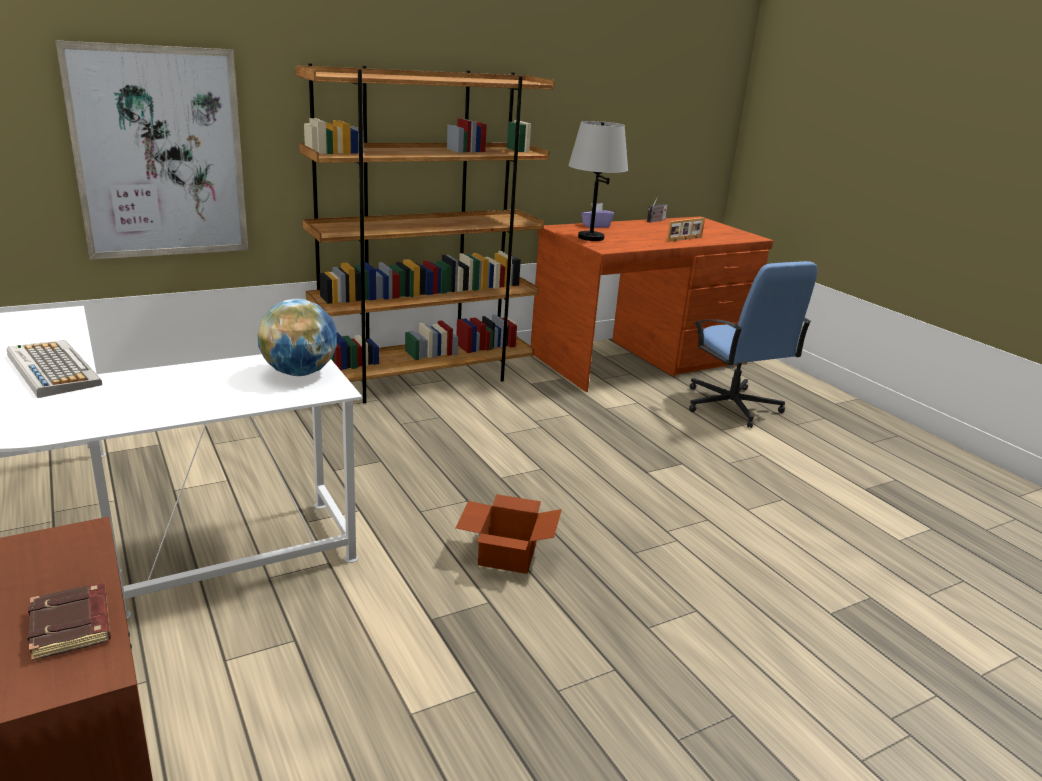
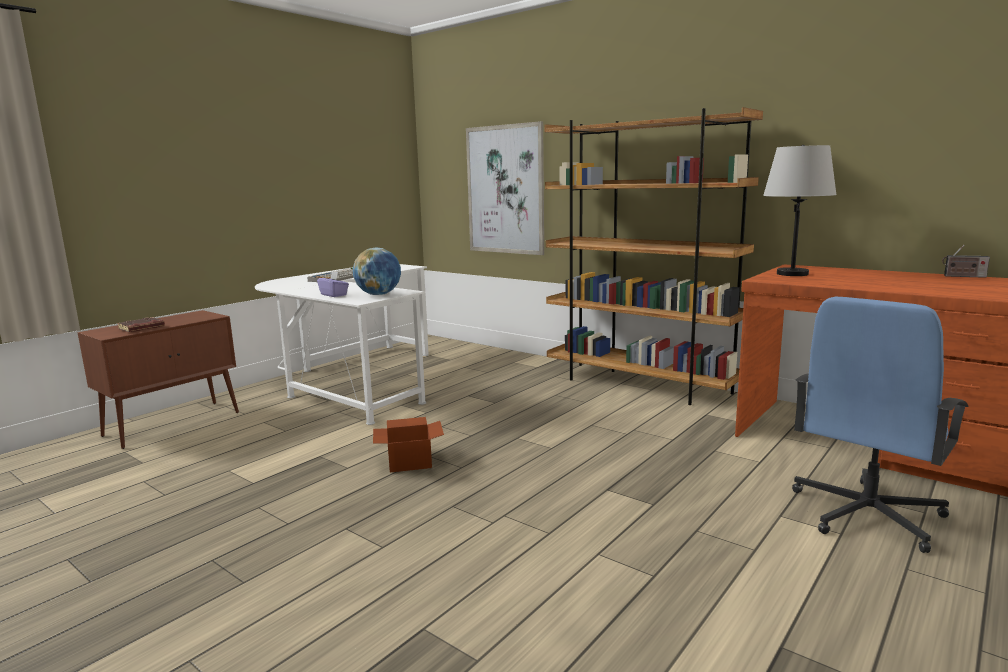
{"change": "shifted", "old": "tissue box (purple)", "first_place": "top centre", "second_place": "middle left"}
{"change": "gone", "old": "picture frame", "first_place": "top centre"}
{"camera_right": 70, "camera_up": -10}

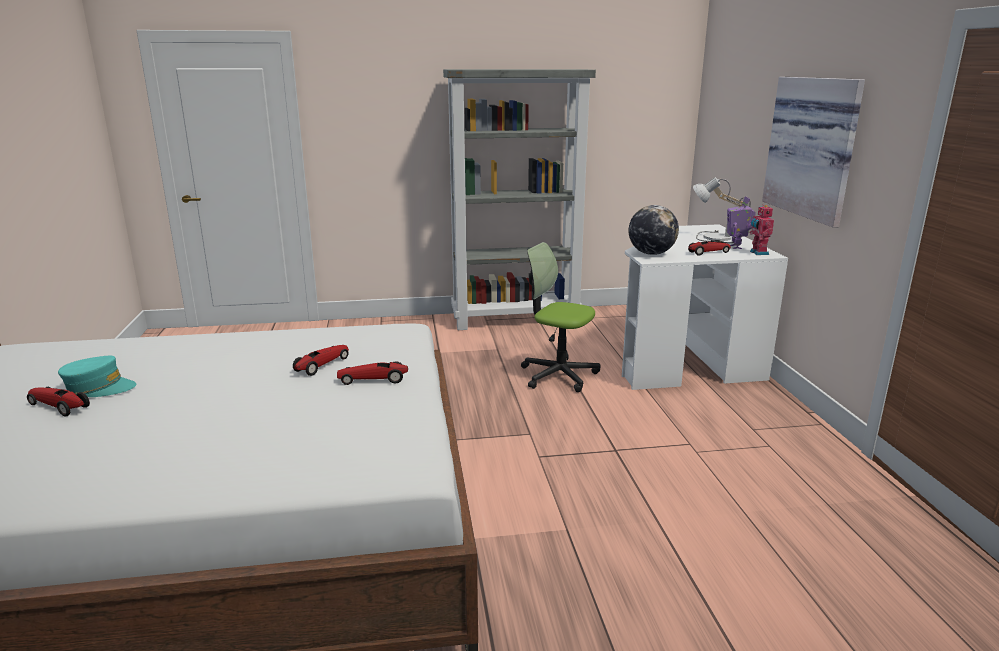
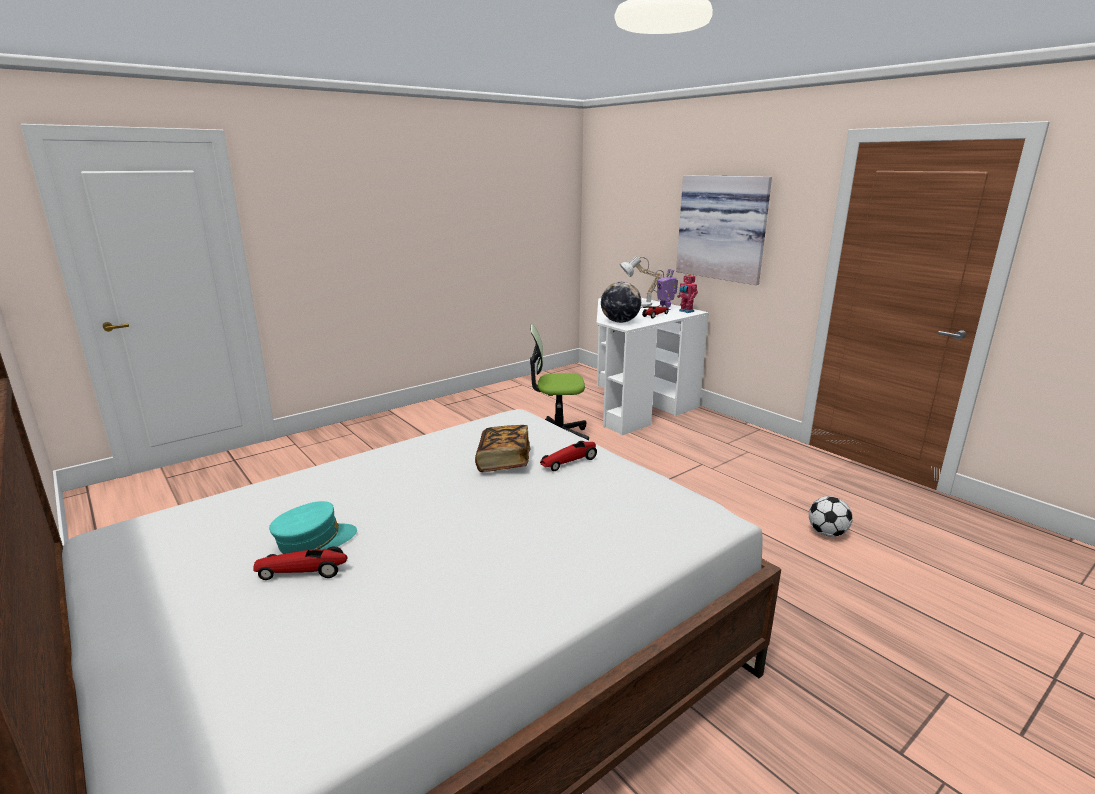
{"change": "swapped", "old": "toy car (no. 2 from left)", "new": "book", "first_place": "middle left", "second_place": "centre"}
{"change": "new", "new": "football", "second_place": "middle right"}
{"change": "gone", "old": "bookcase (grey)", "first_place": "top centre"}
{"camera_right": -30, "camera_up": 0}

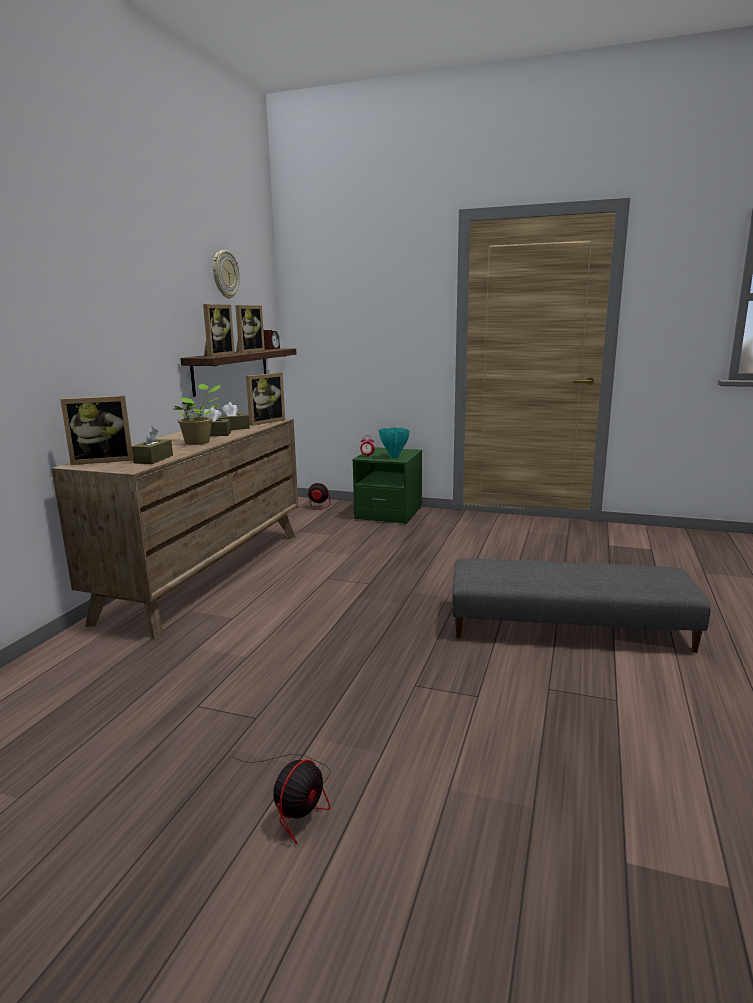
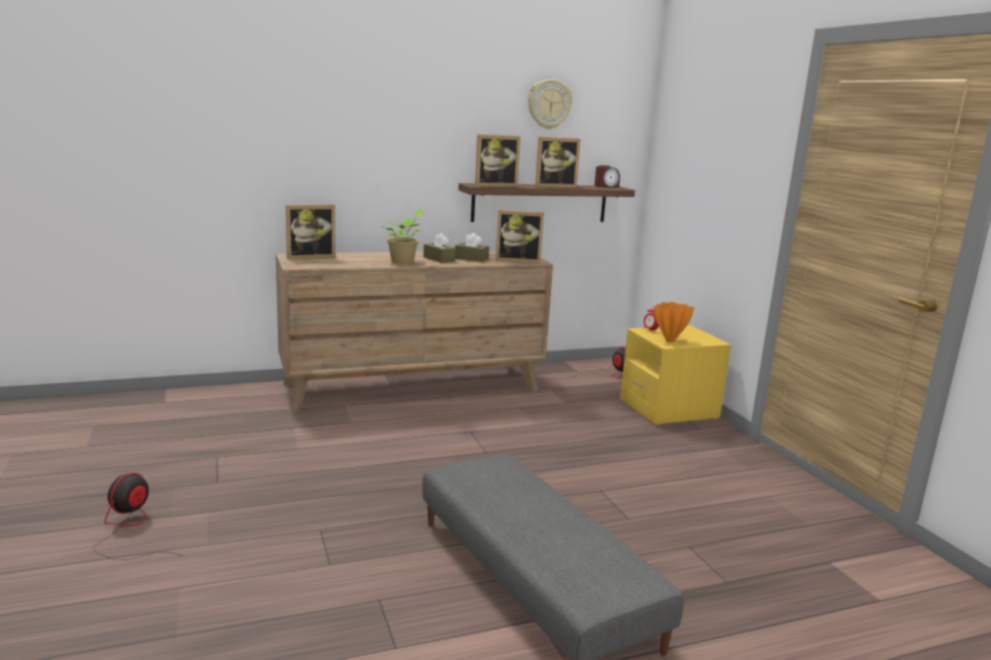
{"change": "rotated", "old": "fan (no. 1 from left)", "first_place": "bottom centre", "second_place": "bottom left", "degrees": 120}
{"change": "rotated", "old": "picture frame (no. 1 from left)", "first_place": "middle left", "second_place": "middle left", "degrees": -60}
{"change": "repainted", "old": "nightstand (green)", "new": "nightstand (yellow)", "first_place": "centre", "second_place": "middle right"}
{"change": "repainted", "old": "vase (turquoise)", "new": "vase (orange)", "first_place": "centre", "second_place": "middle right"}
{"change": "gone", "old": "tissue box (brown) (no. 1 from left)", "first_place": "middle left"}
{"camera_right": 50, "camera_up": 0}

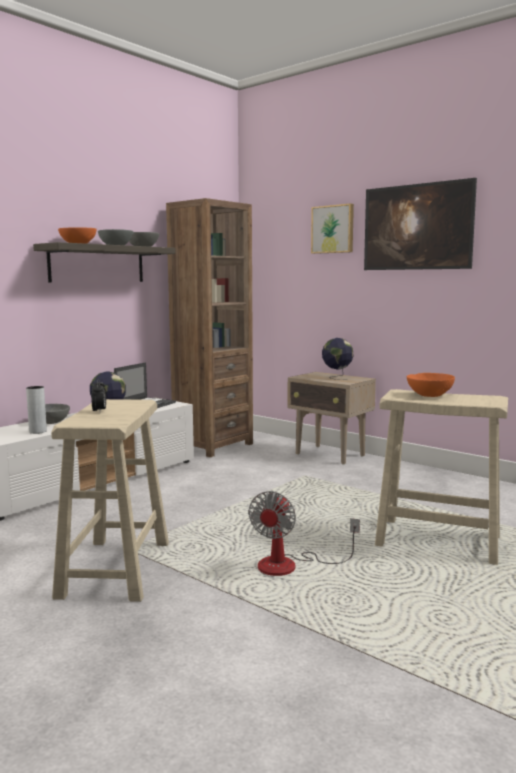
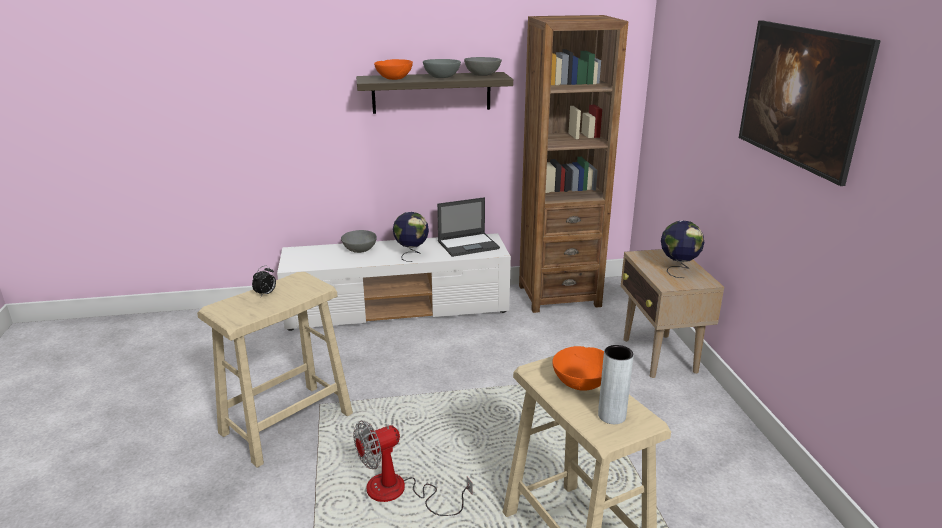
{"change": "shifted", "old": "vase (grey)", "first_place": "middle left", "second_place": "bottom centre"}
{"change": "gone", "old": "picture (no. 1 from left)", "first_place": "top centre"}
{"camera_right": 40, "camera_up": 15}

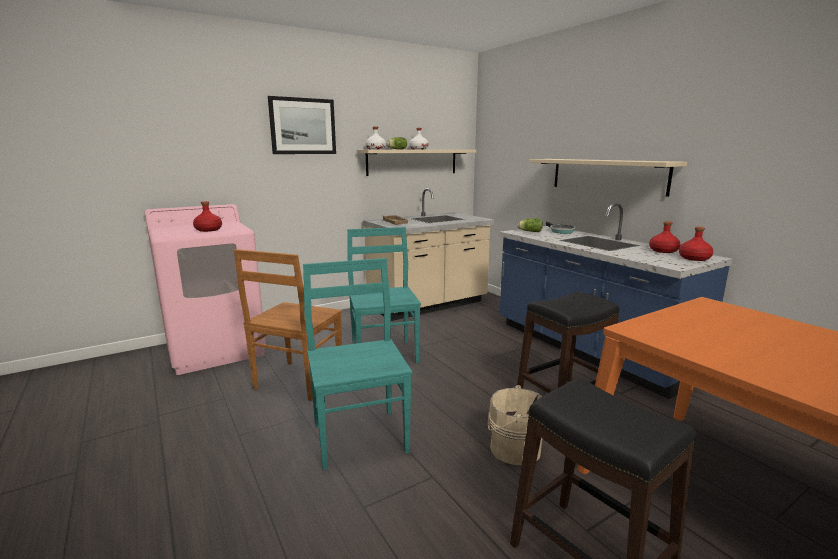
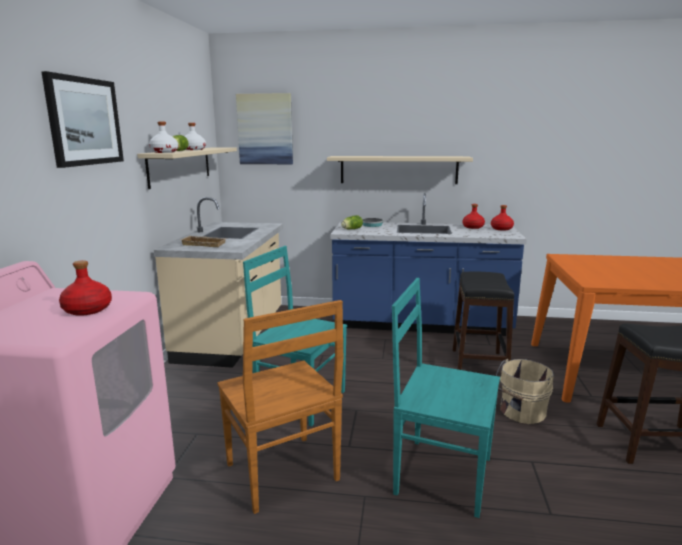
{"change": "new", "new": "picture (no. 2 from left)", "second_place": "top centre"}
{"camera_right": -50, "camera_up": 0}

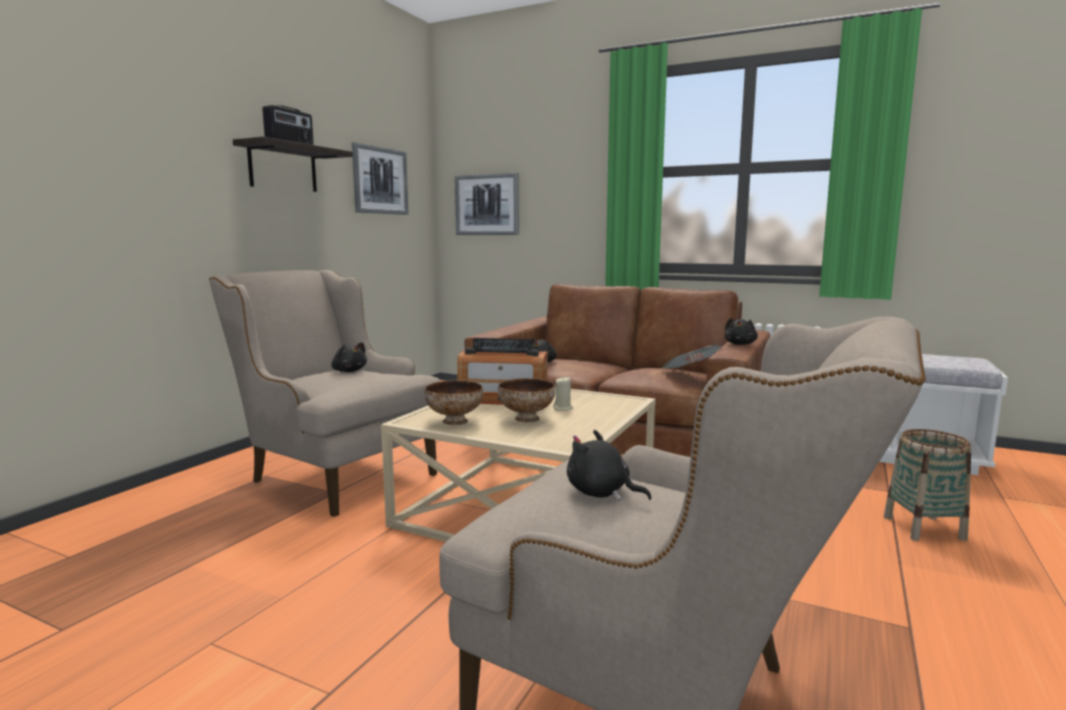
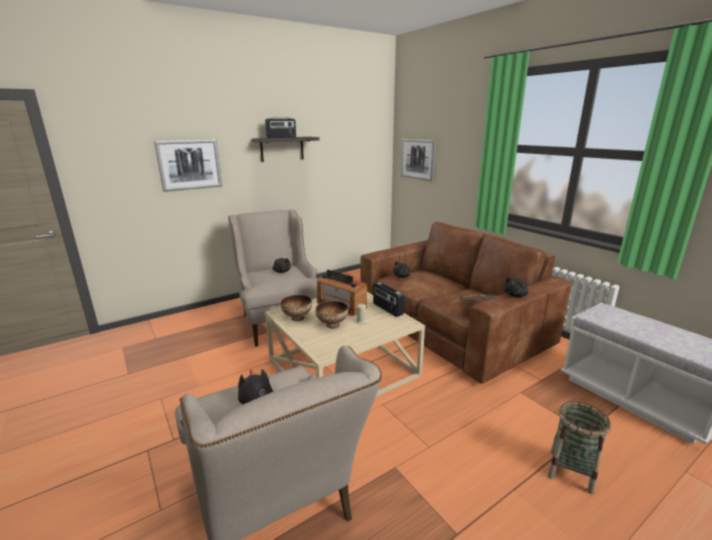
{"change": "shifted", "old": "picture (no. 1 from left)", "first_place": "top centre", "second_place": "top left"}
{"change": "new", "new": "radio (no. 3 from left)", "second_place": "centre"}
{"camera_right": 30, "camera_up": 10}

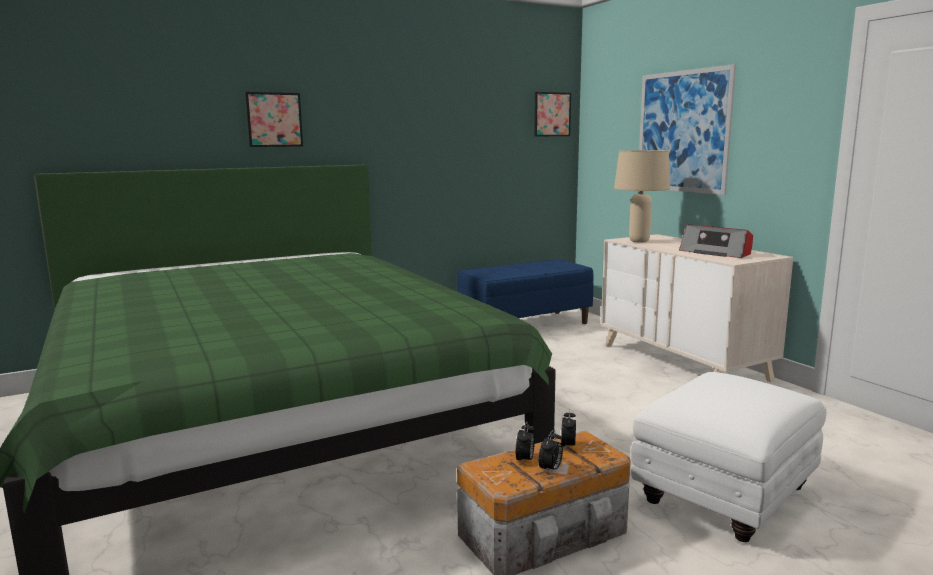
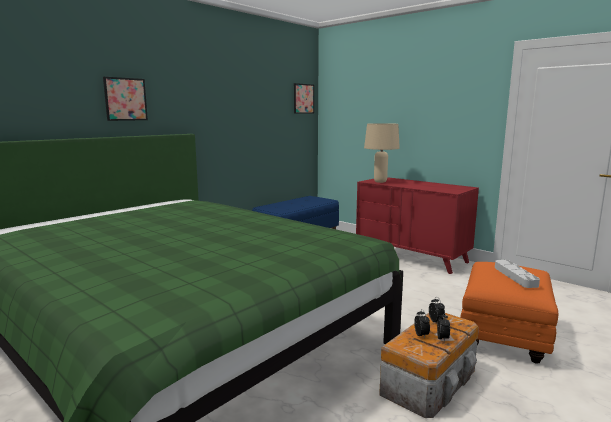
{"change": "repainted", "old": "dresser (beige)", "new": "dresser (red)", "first_place": "middle right", "second_place": "middle right"}
{"change": "repainted", "old": "ottoman (white)", "new": "ottoman (orange)", "first_place": "bottom right", "second_place": "bottom right"}
{"change": "new", "new": "tray (grey)", "second_place": "middle right"}
{"change": "gone", "old": "picture (no. 3 from left)", "first_place": "top right"}
{"change": "gone", "old": "radio", "first_place": "middle right"}
{"camera_right": -20, "camera_up": 0}

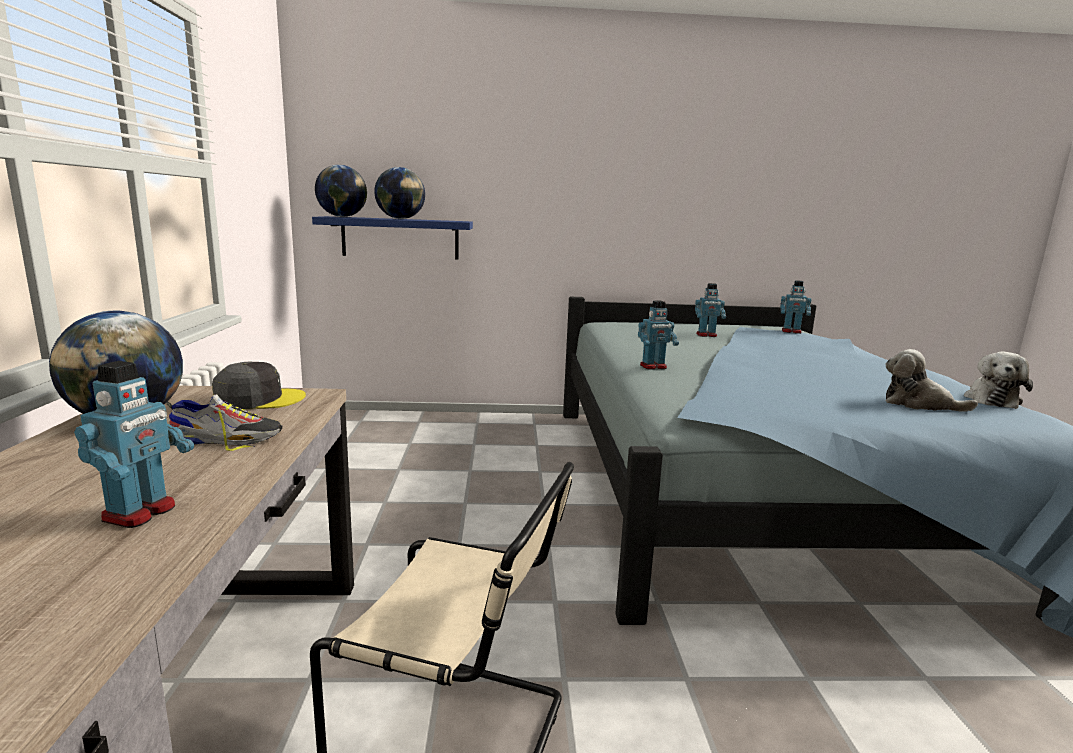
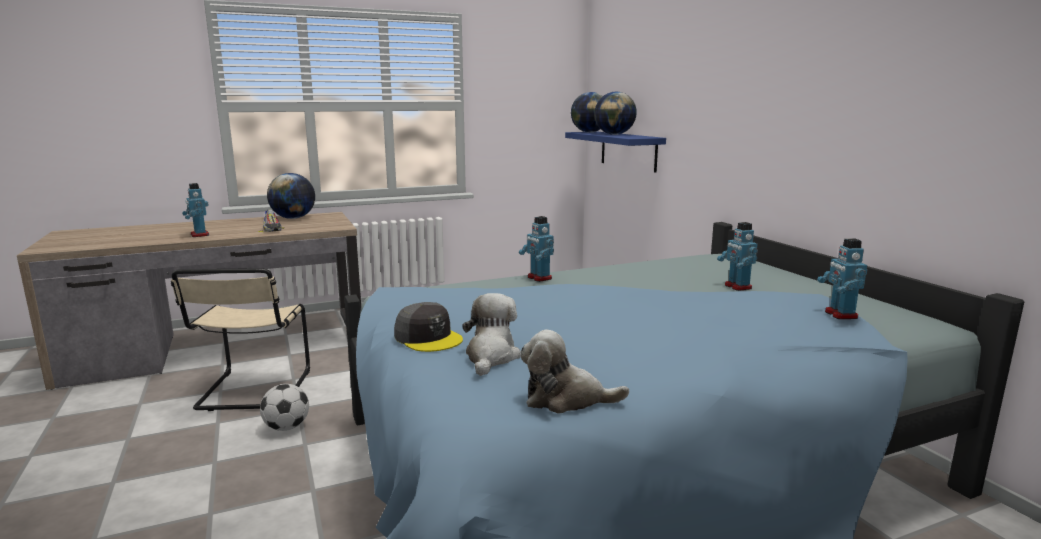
{"change": "rotated", "old": "toy robot (no. 1 from left)", "first_place": "middle left", "second_place": "middle left", "degrees": 60}
{"change": "new", "new": "football", "second_place": "bottom left"}
{"change": "shifted", "old": "cap (grey)", "first_place": "middle left", "second_place": "centre"}
{"camera_right": 70, "camera_up": 0}

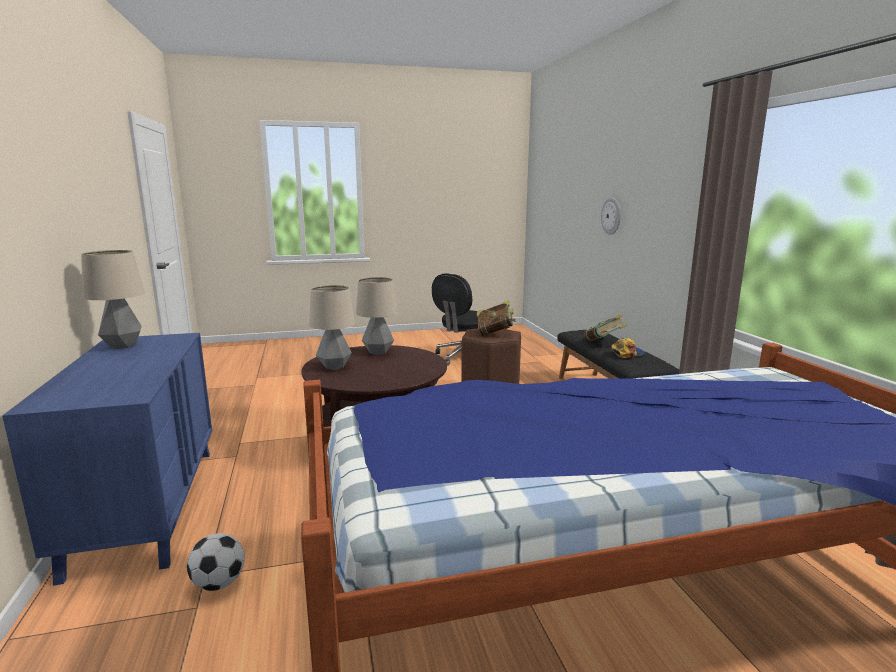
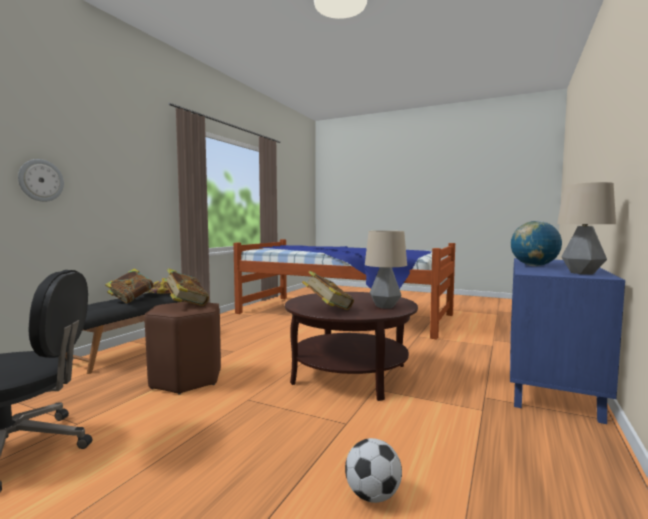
{"change": "swapped", "old": "table lamp (no. 3 from left)", "new": "book (no. 3 from left)", "first_place": "centre", "second_place": "centre"}
{"change": "shifted", "old": "football", "first_place": "bottom left", "second_place": "bottom centre"}
{"change": "new", "new": "globe", "second_place": "middle right"}
{"camera_right": -140, "camera_up": -10}

